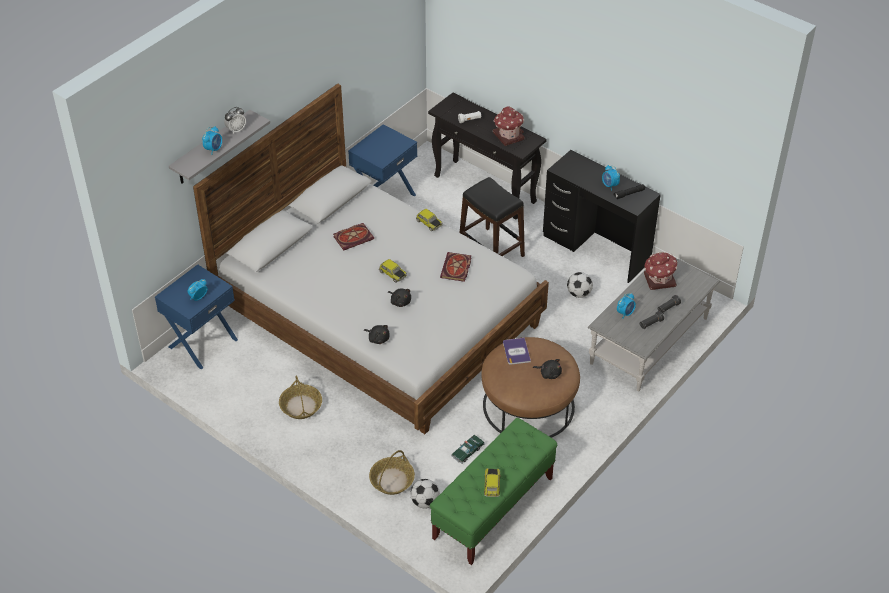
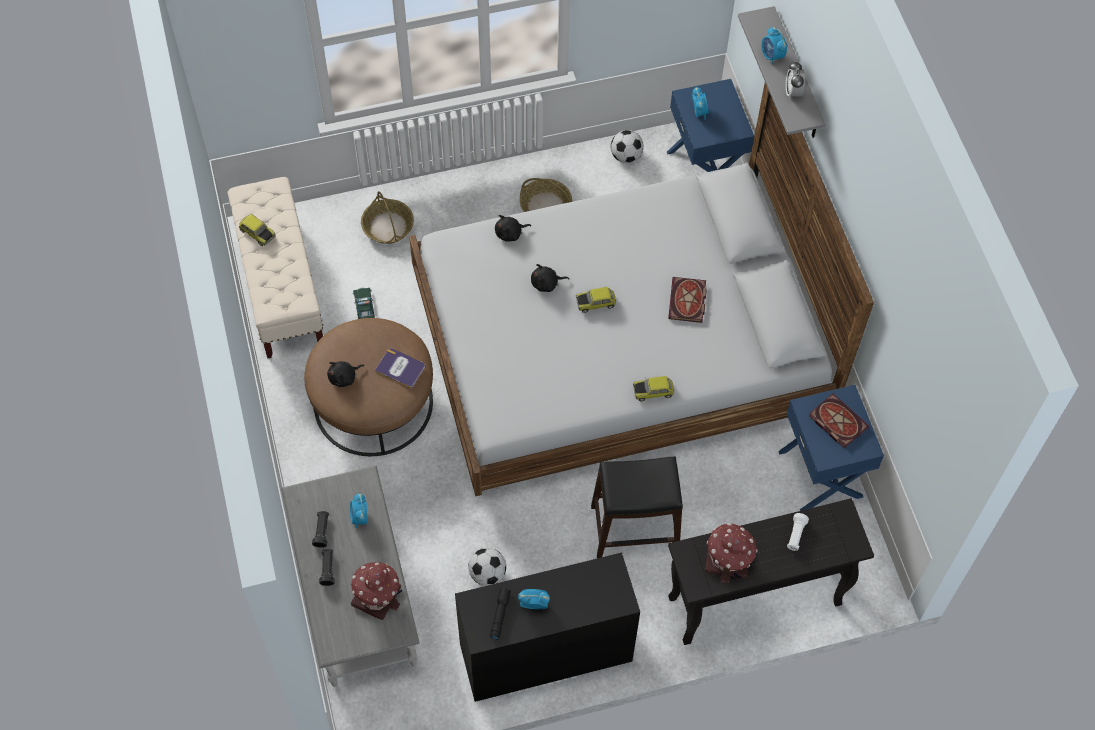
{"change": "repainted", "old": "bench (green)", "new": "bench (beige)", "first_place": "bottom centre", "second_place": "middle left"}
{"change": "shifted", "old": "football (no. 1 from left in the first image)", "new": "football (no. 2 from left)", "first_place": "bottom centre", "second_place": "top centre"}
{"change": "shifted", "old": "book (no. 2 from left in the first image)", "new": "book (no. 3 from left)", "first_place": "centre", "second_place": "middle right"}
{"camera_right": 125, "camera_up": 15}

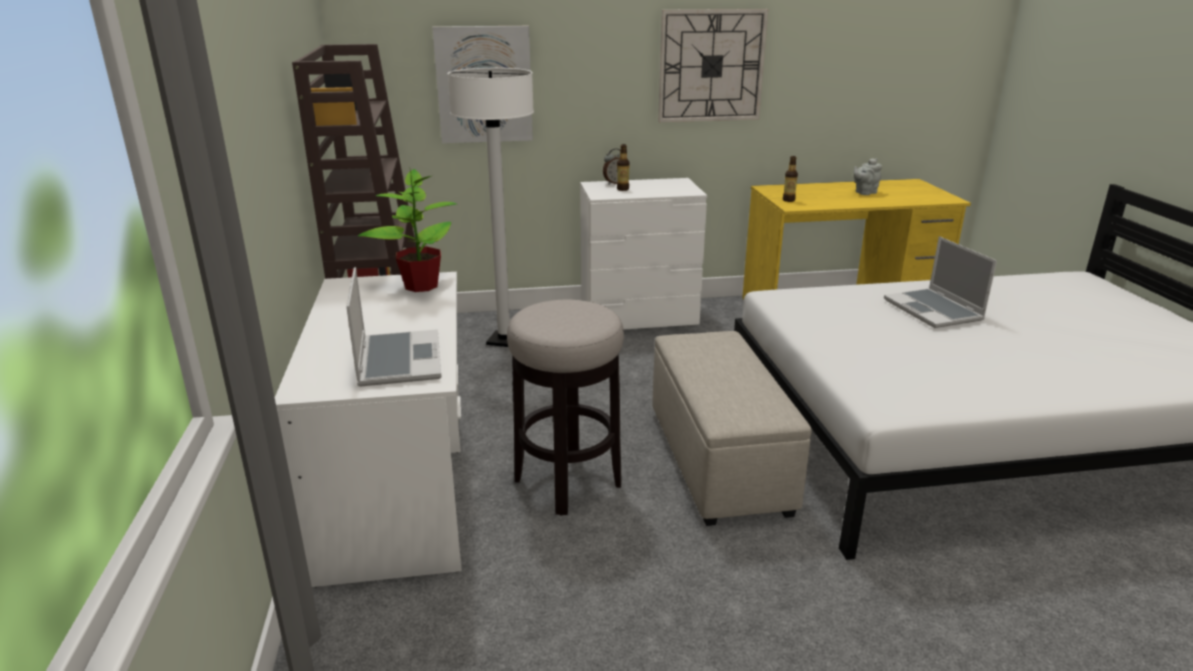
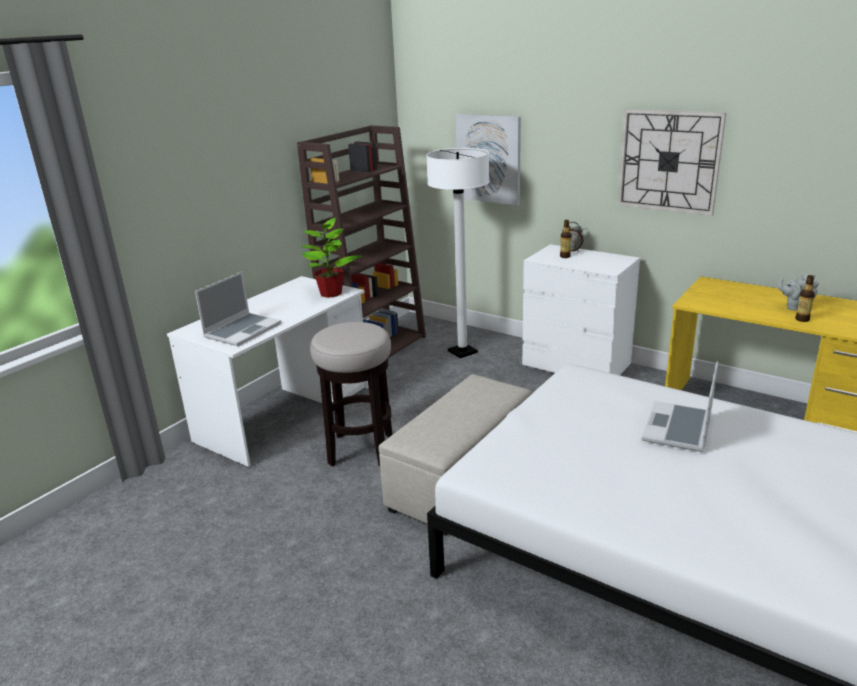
{"change": "shifted", "old": "bottle (no. 2 from left)", "first_place": "top centre", "second_place": "middle right"}
{"camera_right": 45, "camera_up": 0}

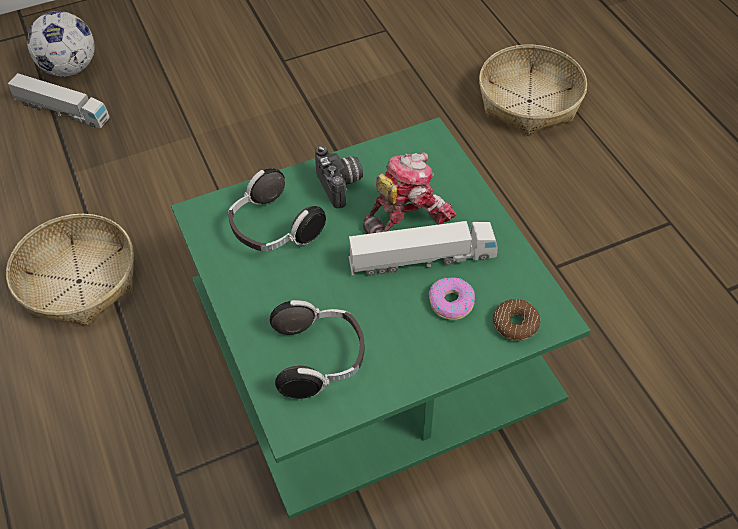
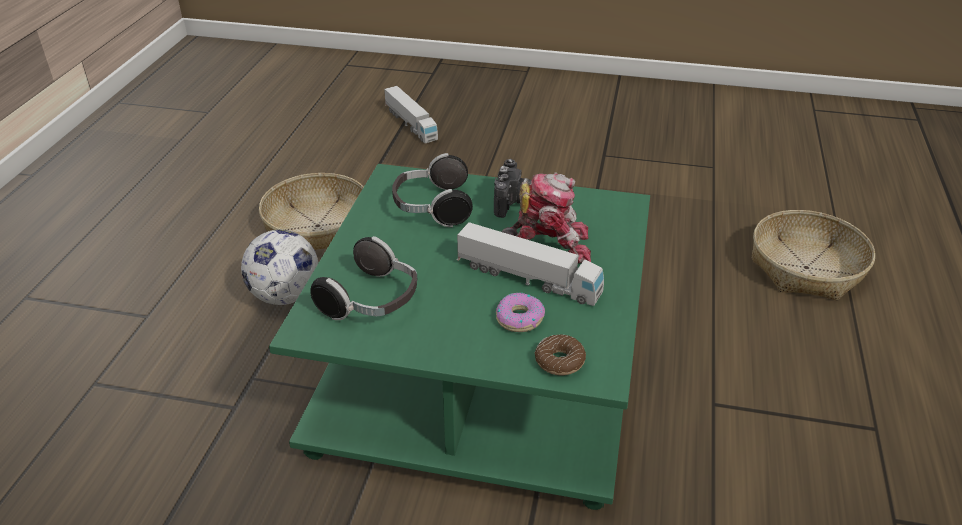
{"change": "shifted", "old": "football", "first_place": "top left", "second_place": "middle left"}
{"camera_right": 35, "camera_up": -15}

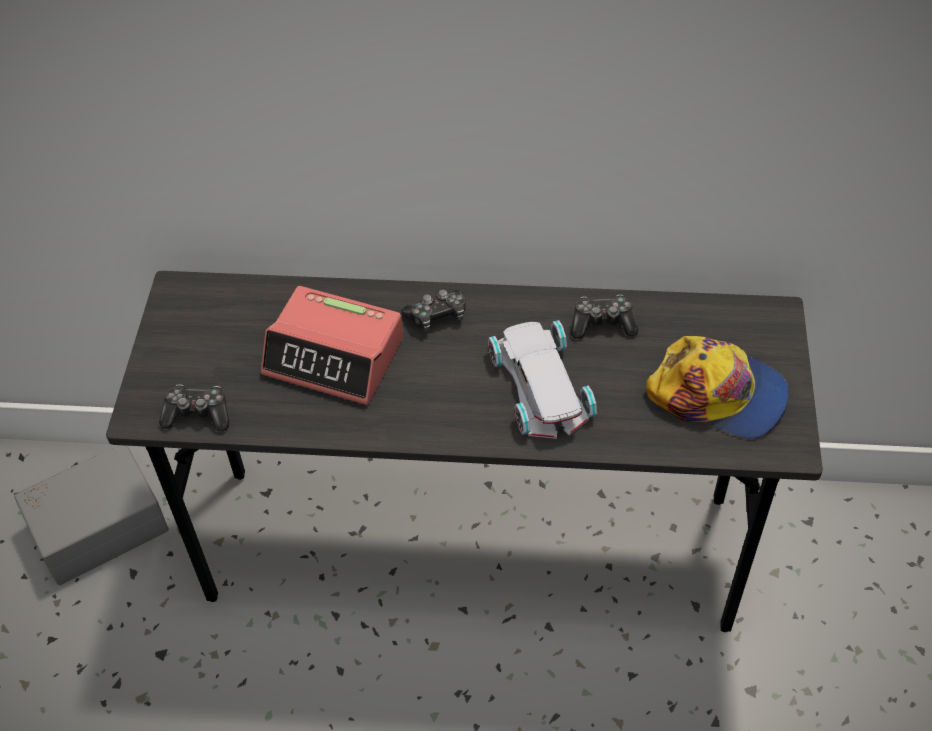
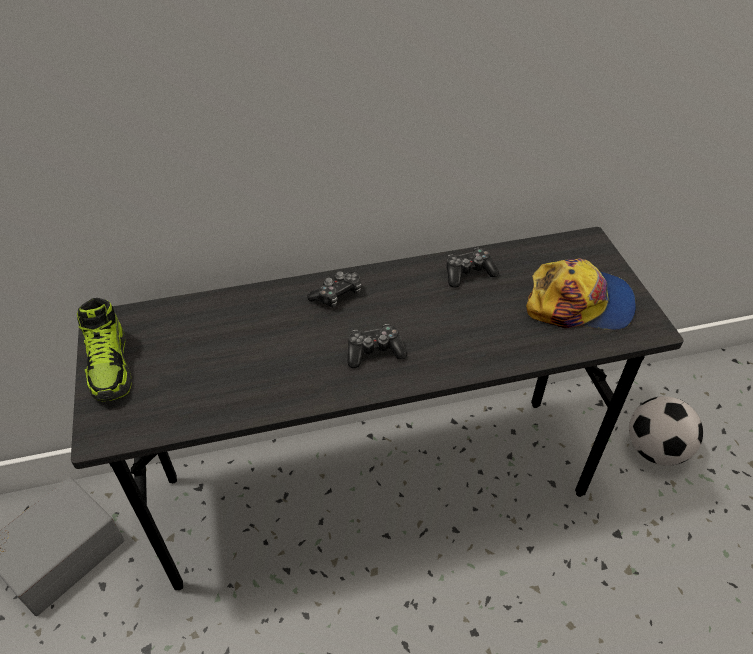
{"change": "new", "new": "shoe", "second_place": "middle left"}
{"change": "shifted", "old": "game controller (no. 1 from left in the first image)", "new": "game controller (no. 2 from left)", "first_place": "middle left", "second_place": "centre"}
{"change": "new", "new": "football", "second_place": "middle right"}
{"change": "gone", "old": "alarm clock", "first_place": "centre"}
{"change": "gone", "old": "toy car (white)", "first_place": "centre"}
{"camera_right": -20, "camera_up": -5}

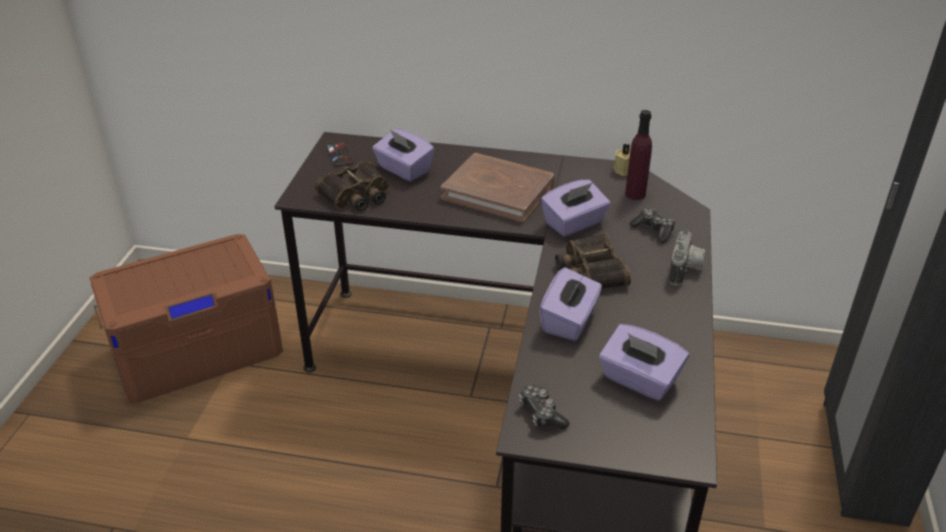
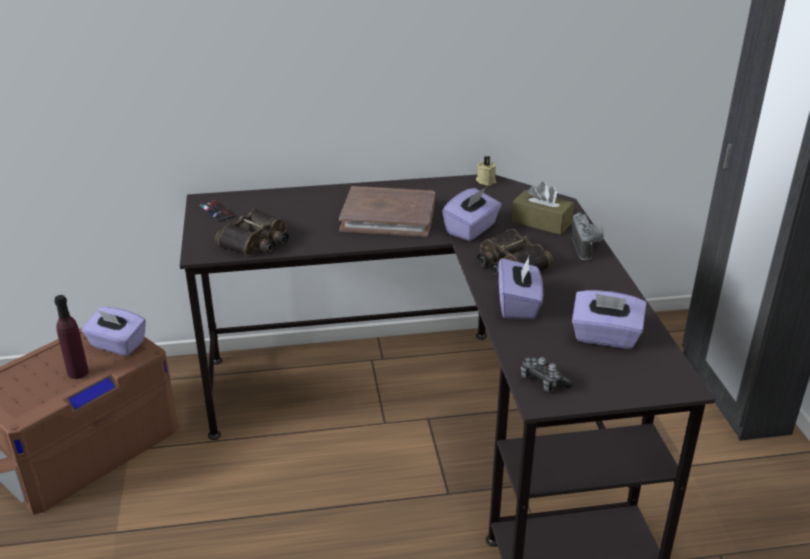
{"change": "shifted", "old": "bottle (purple)", "first_place": "top right", "second_place": "middle left"}
{"change": "shifted", "old": "tissue box (purple) (no. 1 from left)", "first_place": "top centre", "second_place": "middle left"}
{"change": "swapped", "old": "game controller (no. 2 from left)", "new": "tissue box (brown)", "first_place": "middle right", "second_place": "middle right"}
{"camera_right": -20, "camera_up": -5}

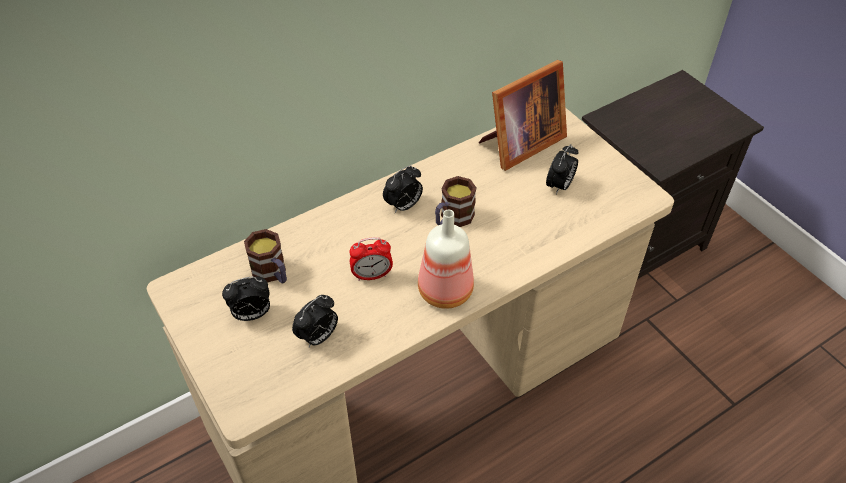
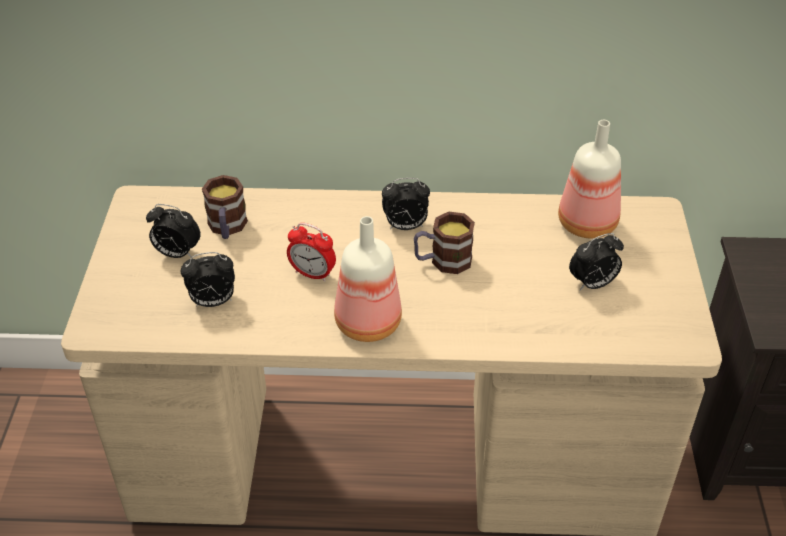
{"change": "swapped", "old": "picture frame", "new": "bottle (no. 2 from left)", "first_place": "top centre", "second_place": "middle right"}
{"camera_right": 35, "camera_up": -5}

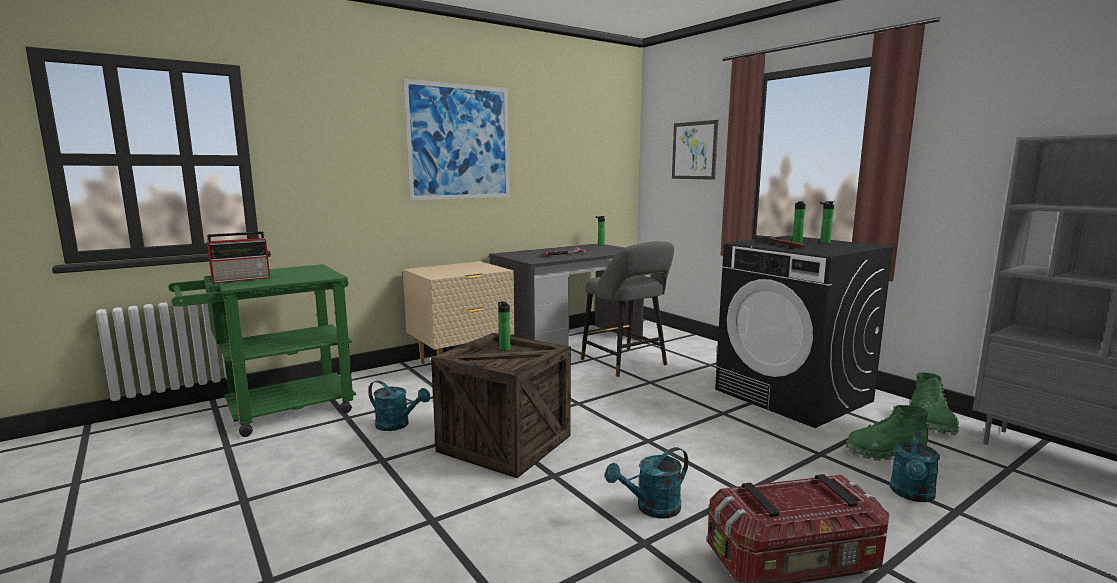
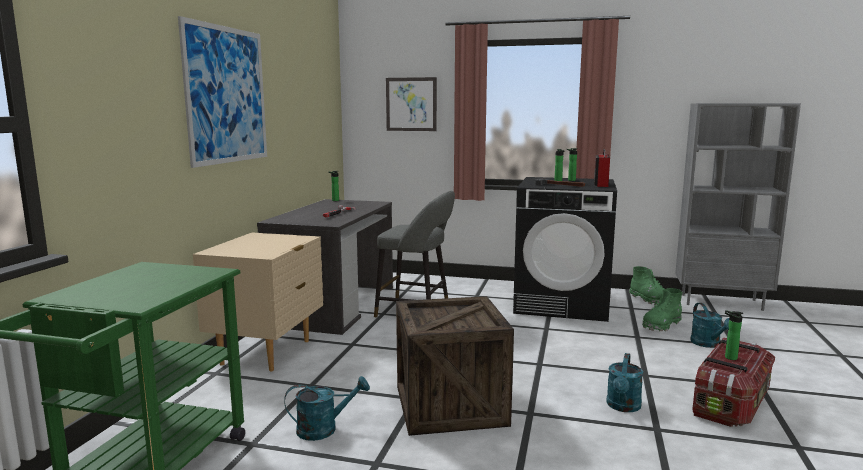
{"change": "shifted", "old": "radio", "first_place": "middle left", "second_place": "middle right"}
{"change": "shifted", "old": "bottle (no. 1 from left in the first image)", "new": "bottle (no. 4 from left)", "first_place": "centre", "second_place": "bottom right"}
{"camera_right": -40, "camera_up": 0}

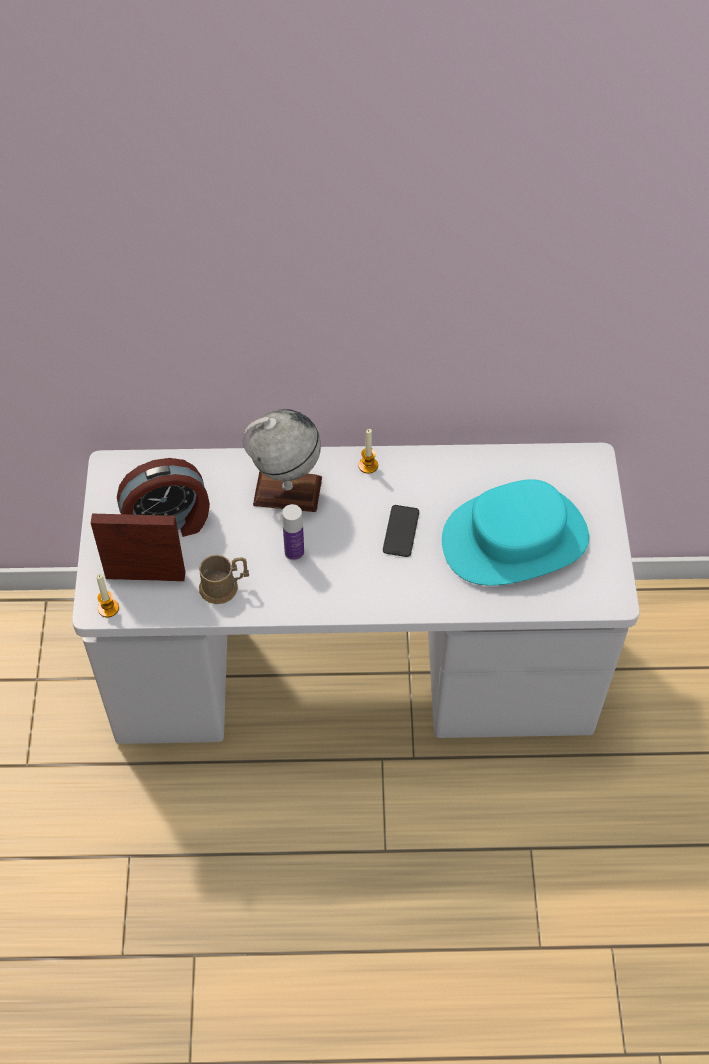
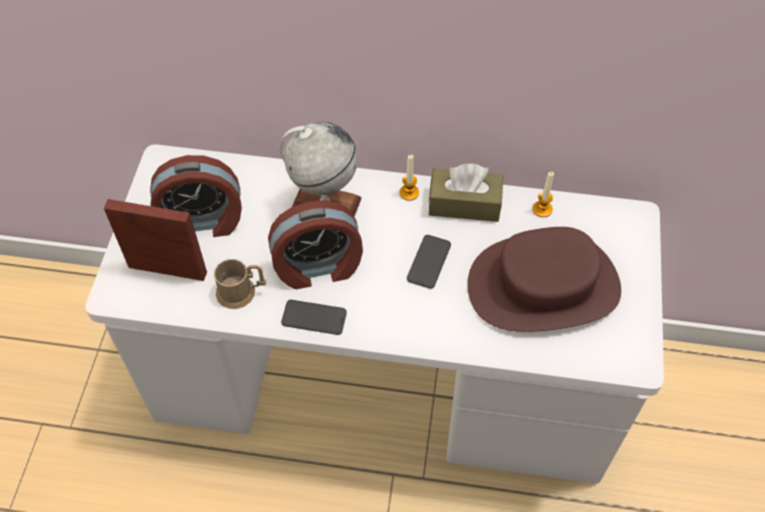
{"change": "swapped", "old": "bottle", "new": "alarm clock (no. 2 from left)", "first_place": "centre", "second_place": "centre"}
{"change": "new", "new": "phone (no. 1 from left)", "second_place": "centre"}
{"change": "new", "new": "tissue box (brown)", "second_place": "centre"}
{"change": "repainted", "old": "hat (turquoise)", "new": "hat (brown)", "first_place": "middle right", "second_place": "middle right"}
{"change": "shifted", "old": "candle (no. 1 from left in the first image)", "new": "candle (no. 2 from left)", "first_place": "middle left", "second_place": "middle right"}
{"camera_right": 10, "camera_up": 0}

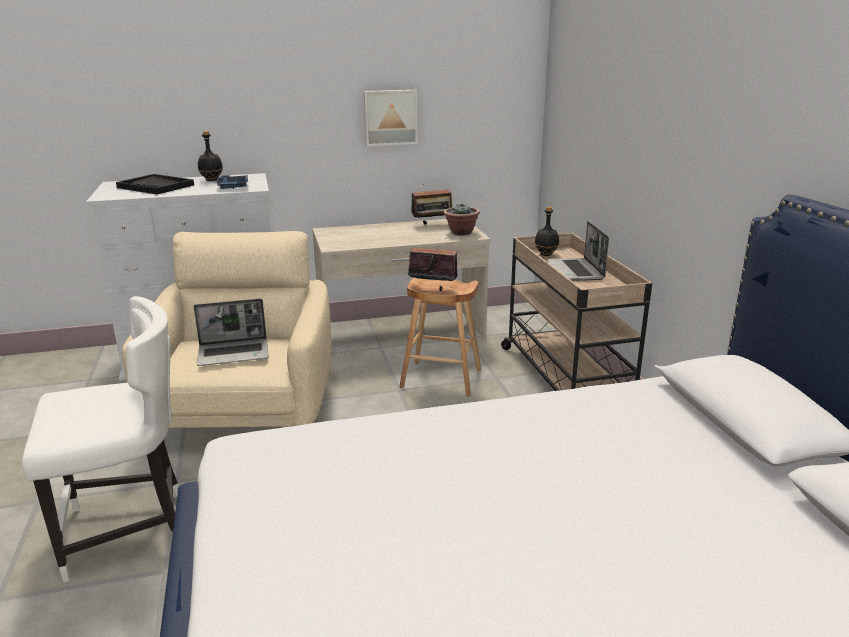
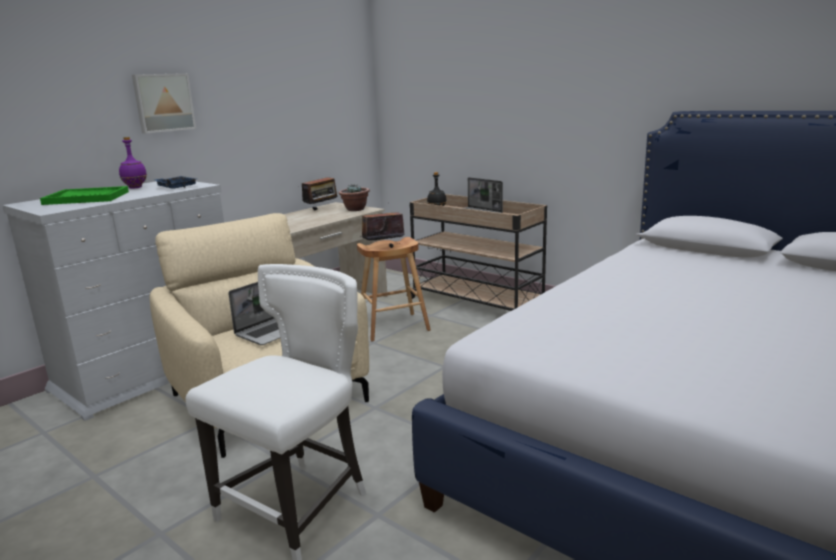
{"change": "repainted", "old": "tray (black)", "new": "tray (green)", "first_place": "top left", "second_place": "middle left"}
{"change": "repainted", "old": "bottle (black) (no. 1 from left)", "new": "bottle (purple)", "first_place": "top left", "second_place": "top left"}
{"change": "shifted", "old": "picture", "first_place": "top centre", "second_place": "top left"}
{"camera_right": -35, "camera_up": -5}

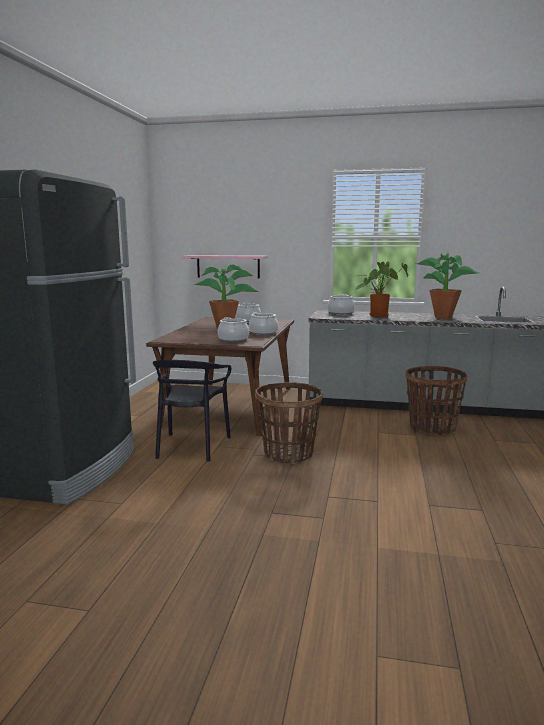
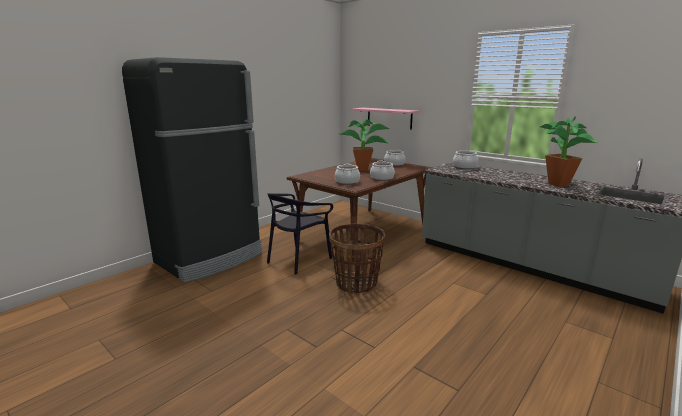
{"change": "gone", "old": "potted plant (no. 2 from left)", "first_place": "middle right"}
{"change": "gone", "old": "basket (no. 2 from left)", "first_place": "middle right"}
{"camera_right": 30, "camera_up": 5}

